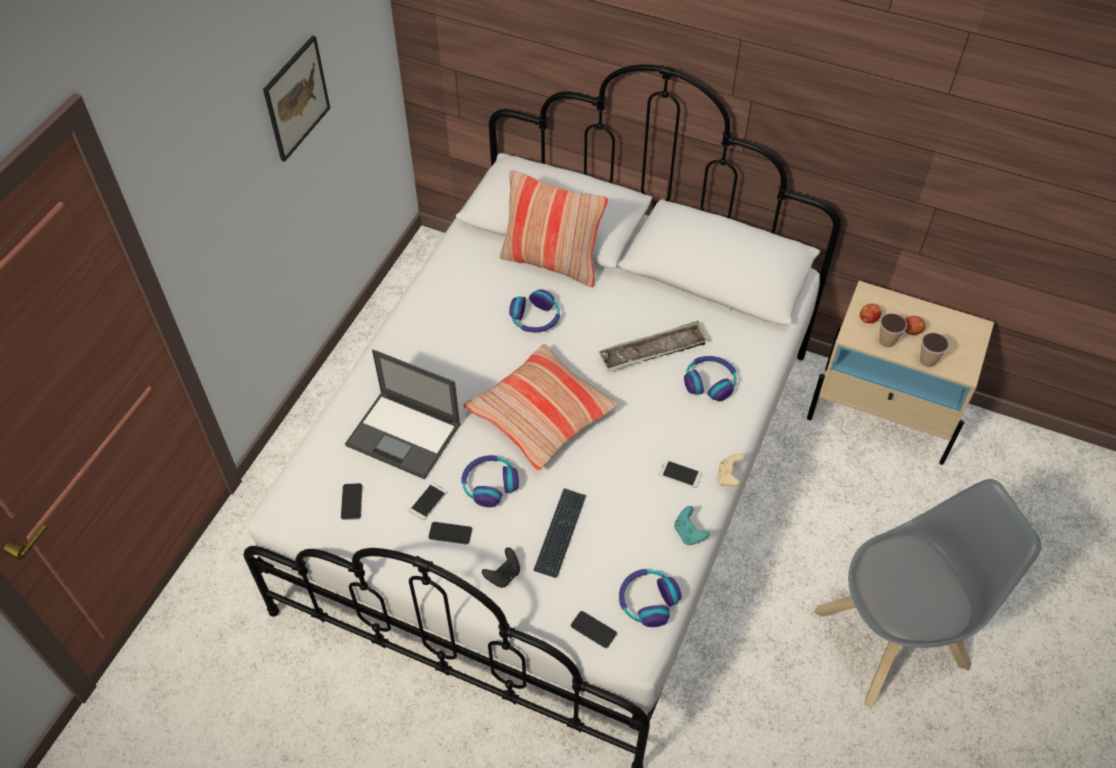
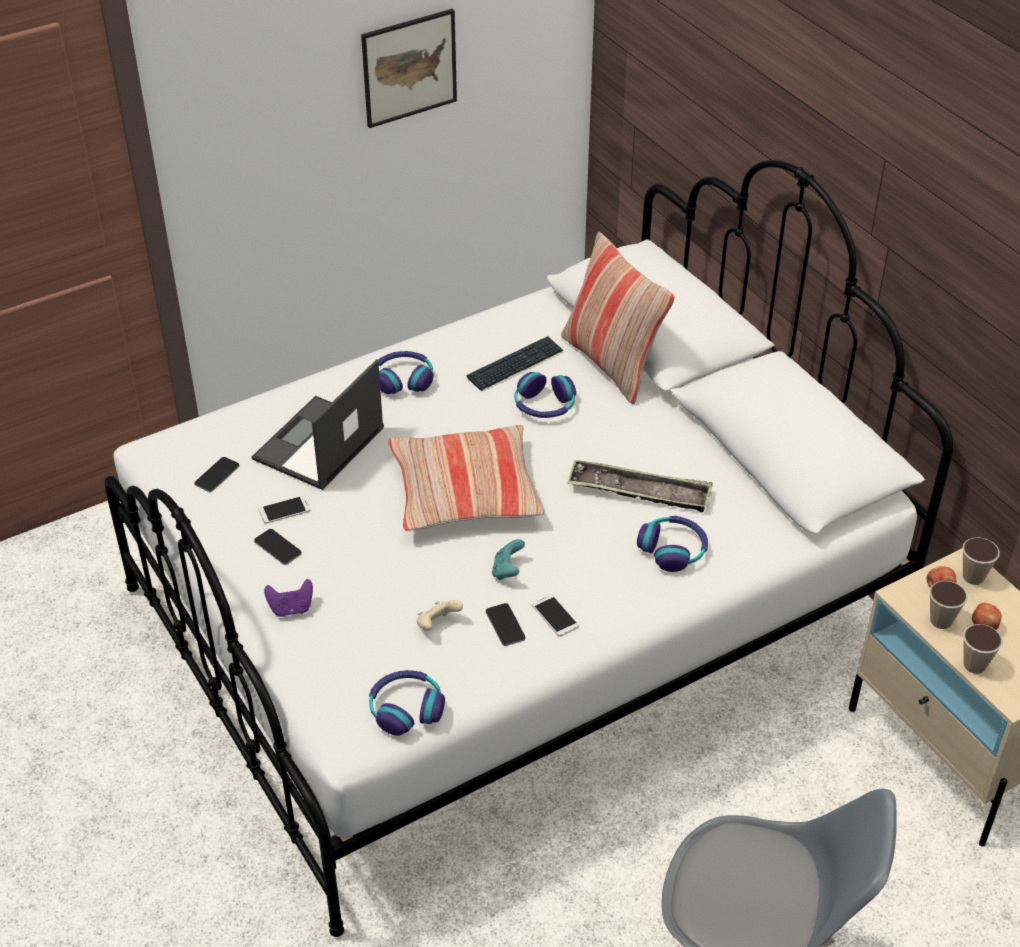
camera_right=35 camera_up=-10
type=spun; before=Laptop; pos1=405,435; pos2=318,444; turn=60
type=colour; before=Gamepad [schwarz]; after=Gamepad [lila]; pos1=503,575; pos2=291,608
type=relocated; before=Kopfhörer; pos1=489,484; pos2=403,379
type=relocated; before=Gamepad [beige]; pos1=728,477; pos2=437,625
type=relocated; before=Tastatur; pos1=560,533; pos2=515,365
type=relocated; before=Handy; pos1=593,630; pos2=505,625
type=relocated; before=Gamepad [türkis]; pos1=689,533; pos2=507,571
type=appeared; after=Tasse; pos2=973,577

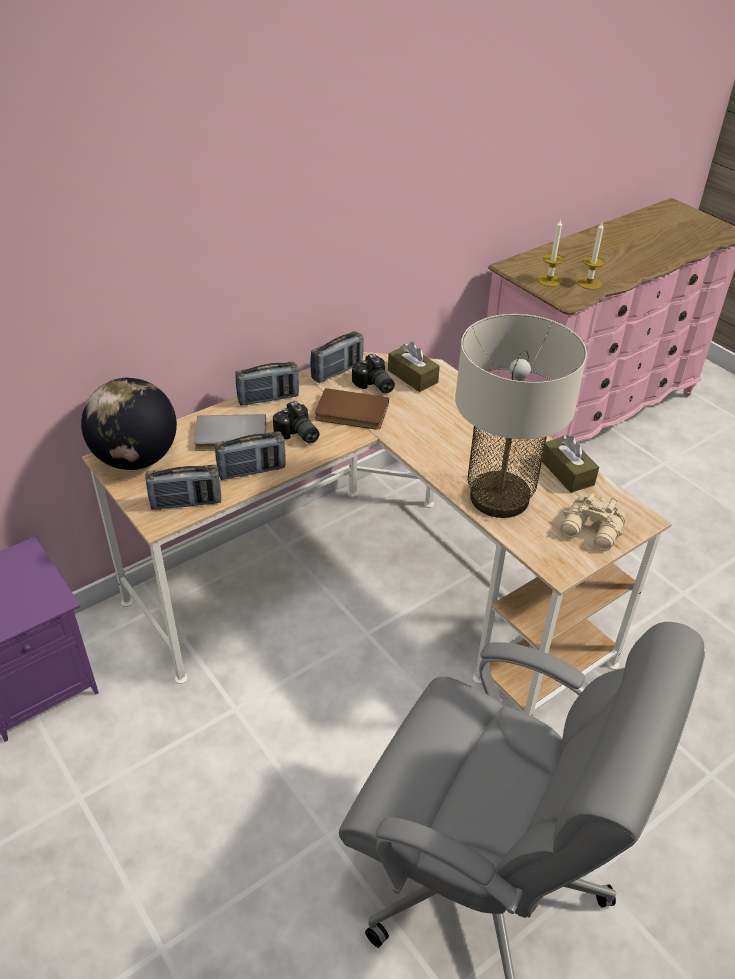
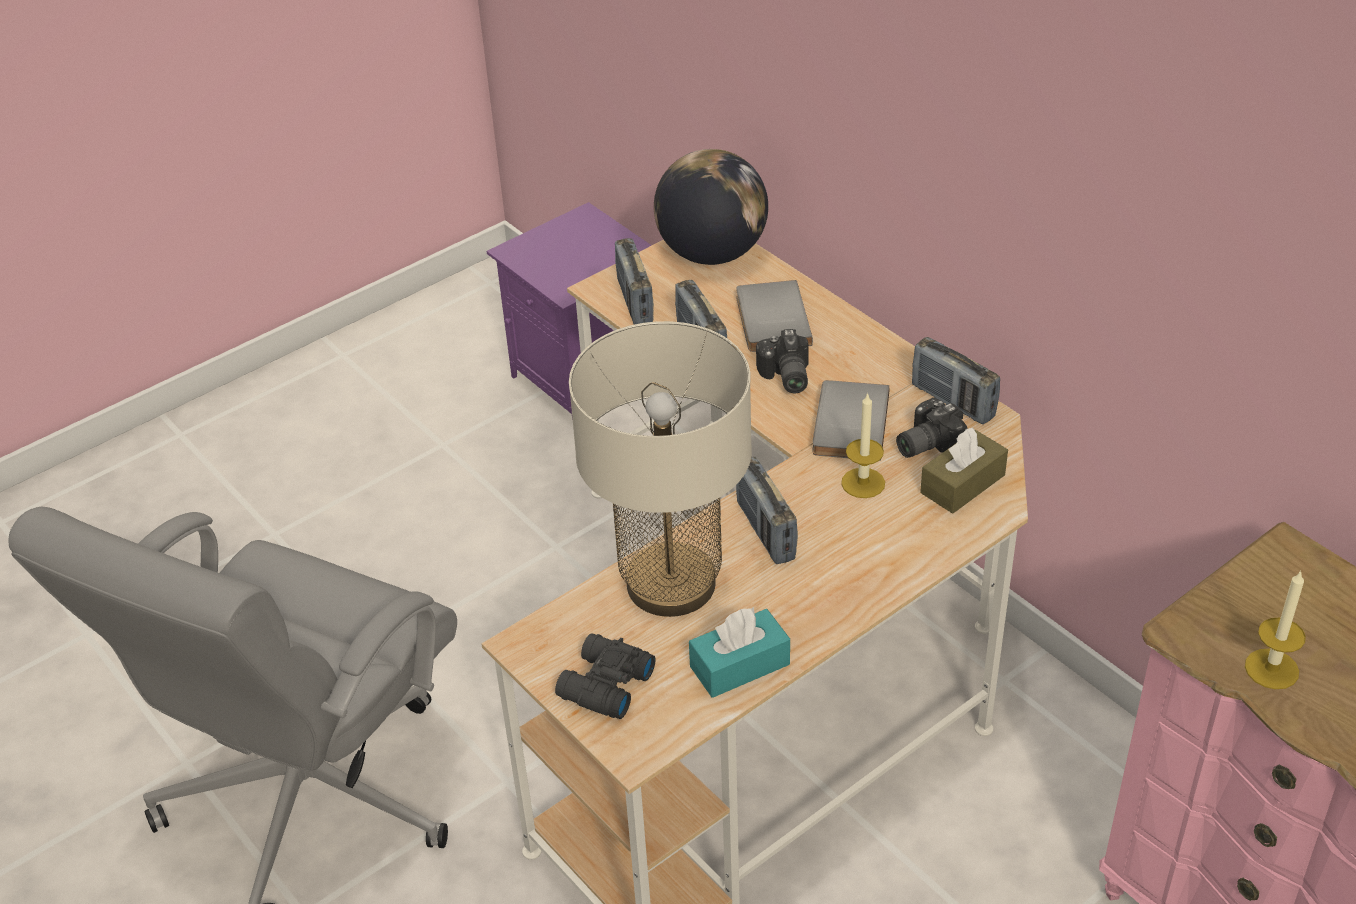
camera_right=90 camera_up=0
type=colour; before=Fernglas [beige]; after=Fernglas [schwarz]; pos1=592,531; pos2=603,686
type=colour; before=Taschentuchbox [braun]; after=Taschentuchbox [türkis]; pos1=567,472; pos2=739,665
type=relocated; before=Radio; pos1=268,398; pos2=765,531
type=spun; before=Kamera; pos1=297,435; pos2=784,377; turn=-60
type=colour; before=Buch [braun]; after=Buch [grau]; pos1=351,413; pos2=847,424
type=relocated; before=Kerze; pos1=549,280; pos2=863,483

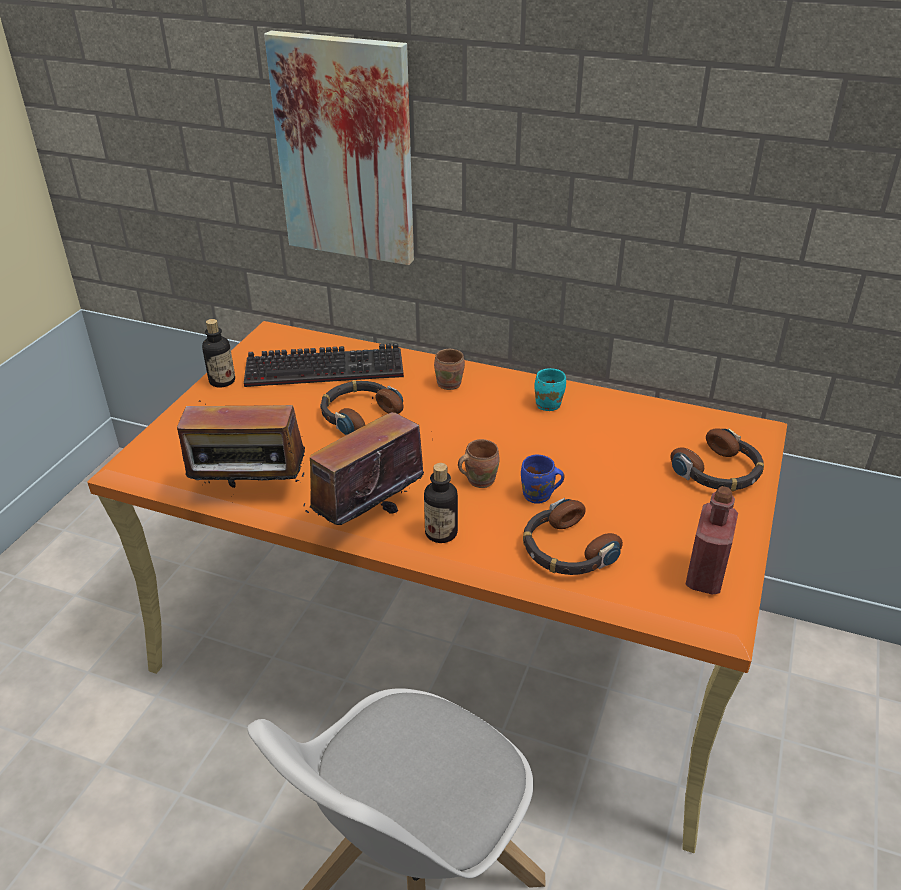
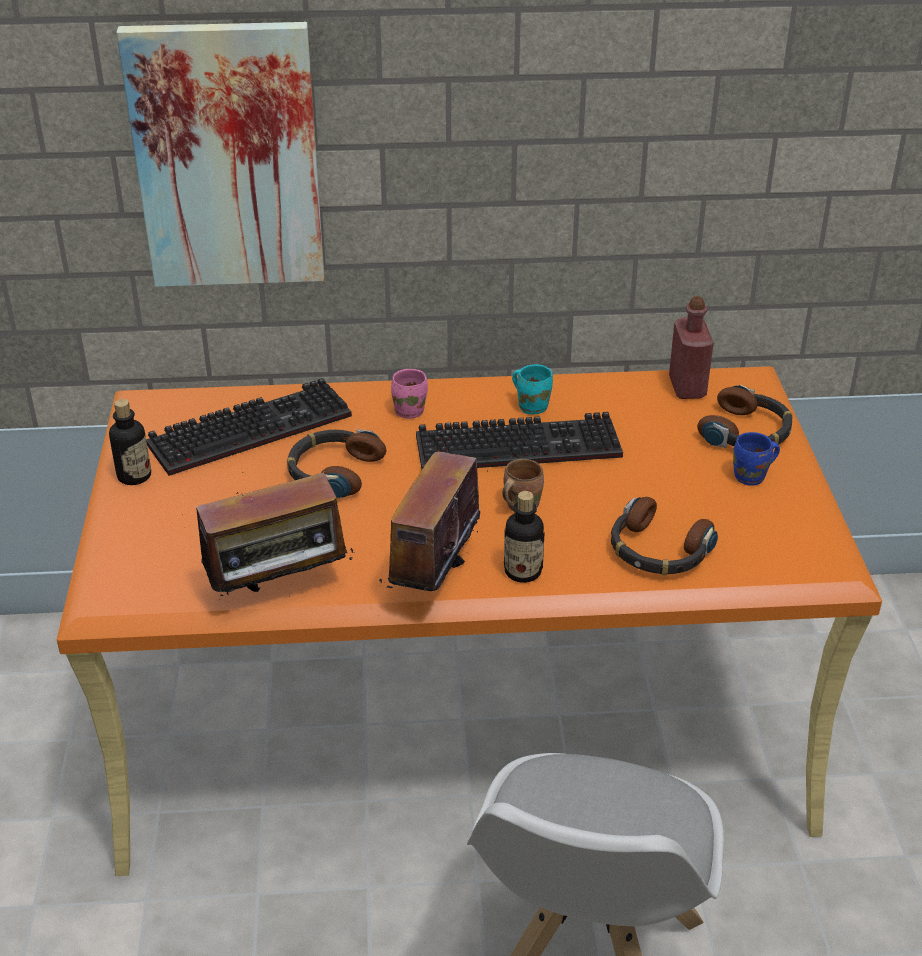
camera_right=-25 camera_up=0
type=colour; before=Henkelbecher [braun]; after=Henkelbecher [rosa]; pos1=450,383; pos2=410,410
type=appeared; after=Tastatur; pos2=521,445
type=relocated; before=Flasche [rot]; pos1=705,576; pos2=687,387
type=relocated; before=Henkelbecher [blau]; pos1=538,497; pos2=752,478

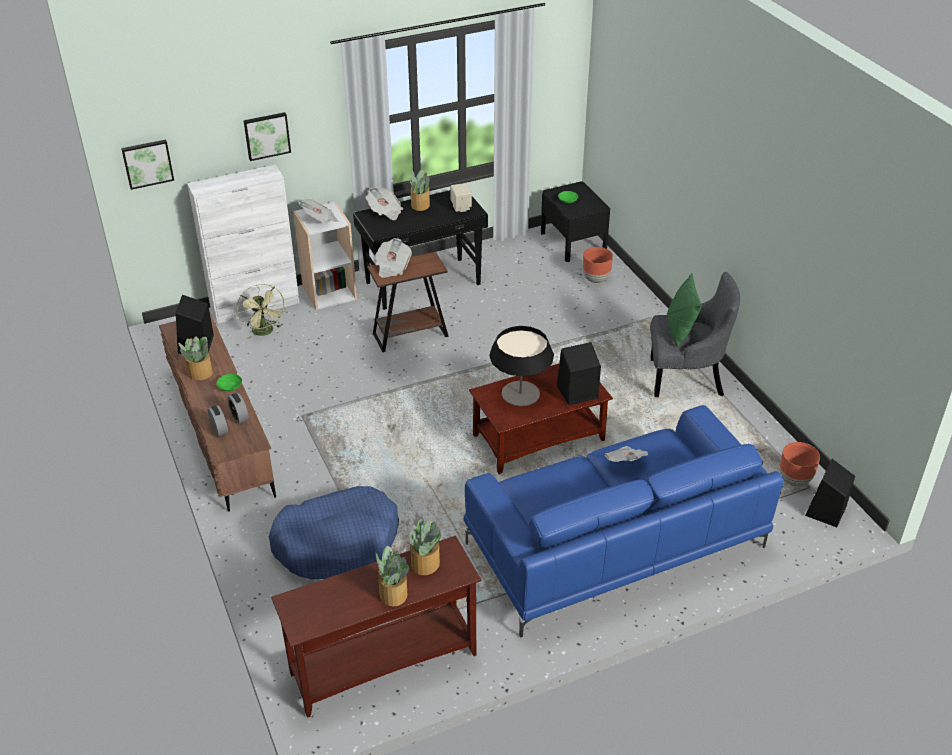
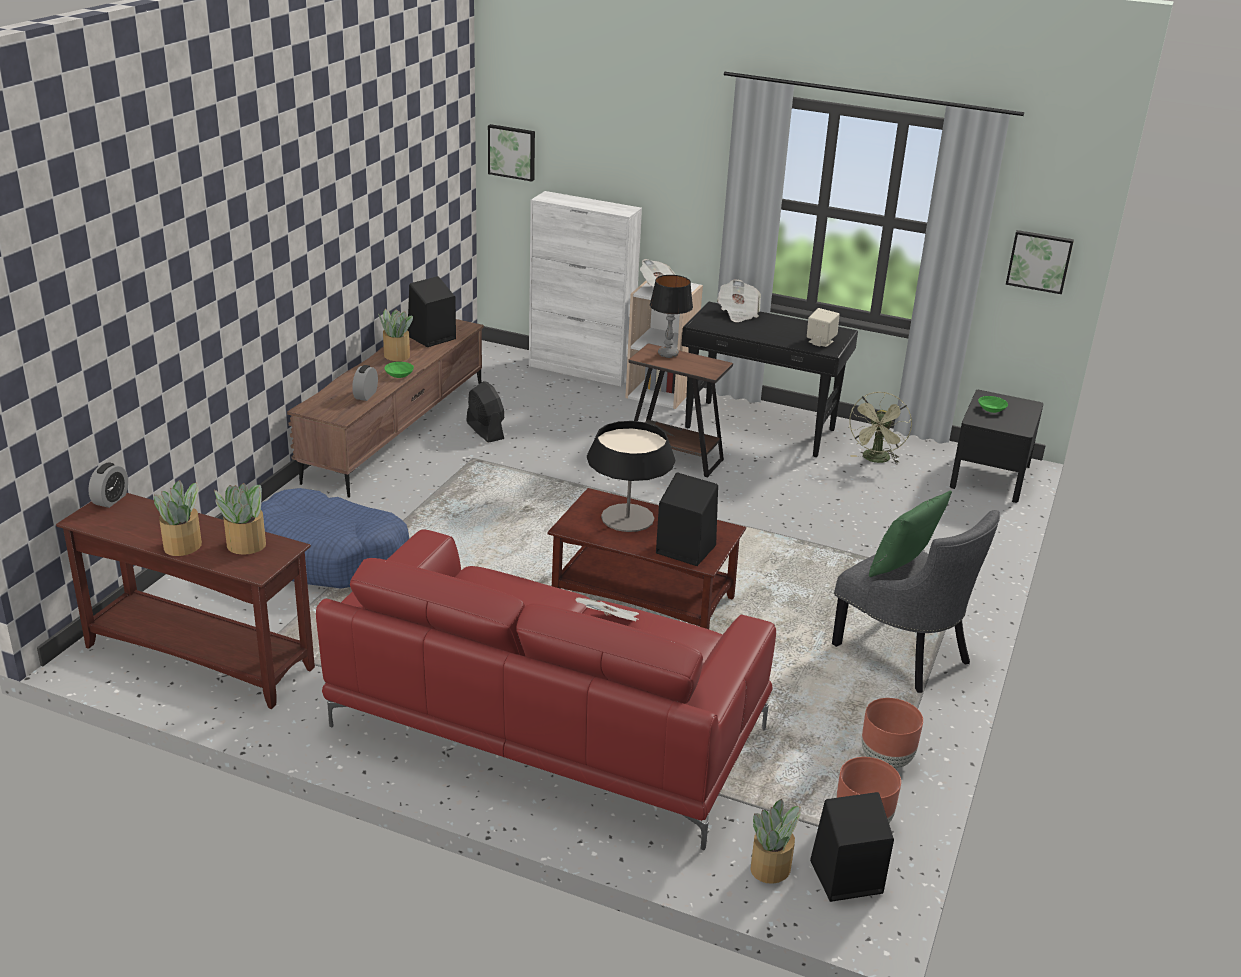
camera_right=45 camera_up=-10
type=relocated; before=Wecker; pos1=219,429; pos2=111,500
type=colour; before=Sofa [blau]; after=Sofa [rot]; pos1=614,545; pos2=549,726
type=appeared; after=Ventilator [schwarz]; pos2=485,430
type=exchanged; before=Zeitung; after=Tischlampe; pos1=392,267; pos2=667,354
type=relocated; before=Topfpflanze; pos1=420,205; pos2=771,868
type=relocated; before=Ventilator [grün]; pos1=265,332; pos2=876,460
type=relocated; before=Pflanzkübel [braun]; pos1=595,279; pos2=885,760
type=relocated; before=Bild; pos1=266,135; pos2=1039,261

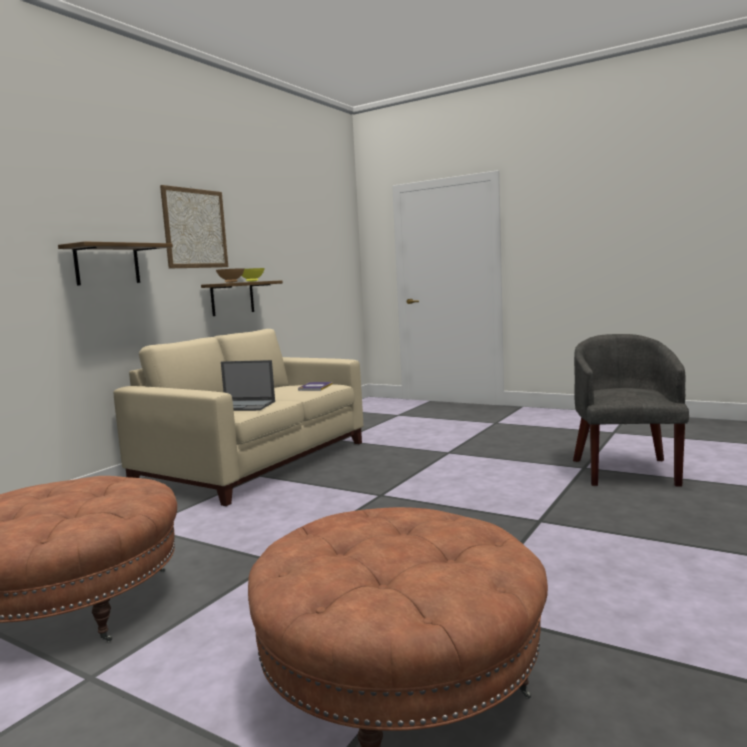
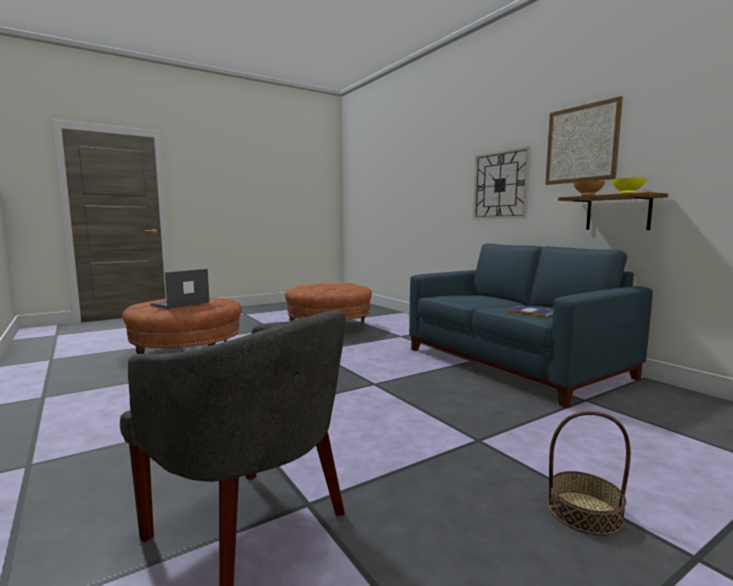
camera_right=115 camera_up=0
type=relocated; before=Laptop; pos1=242,406; pos2=180,303
type=colour; before=Sofa [beige]; after=Sofa [blau]; pos1=256,462; pos2=513,363
type=exchanged; before=Wandregal; after=Wanduhr; pos1=107,264; pos2=500,185
type=appeared; after=Korb; pos2=584,512

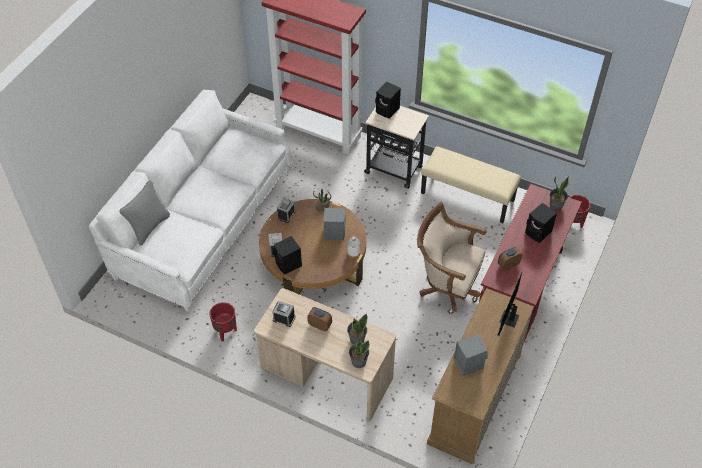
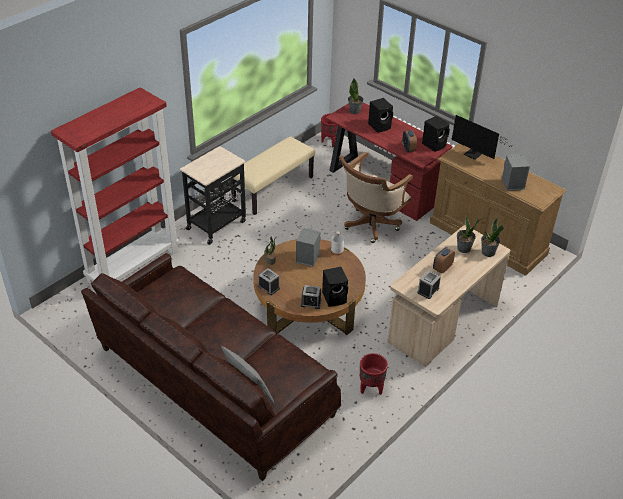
camera_right=-75 camera_up=-10
type=colour; before=Sofa [weiß]; after=Sofa [braun]; pos1=202,222; pos2=212,383
type=relocated; before=Lautsprecher [schwarz]; pos1=388,110; pos2=434,144

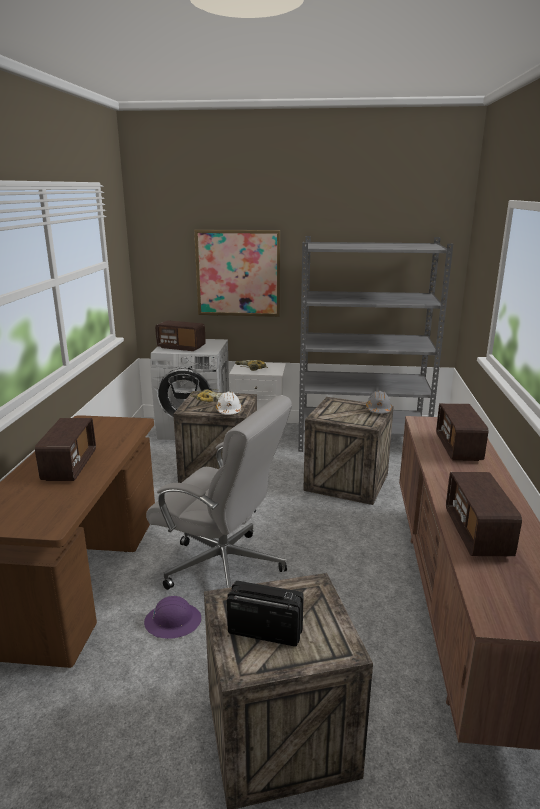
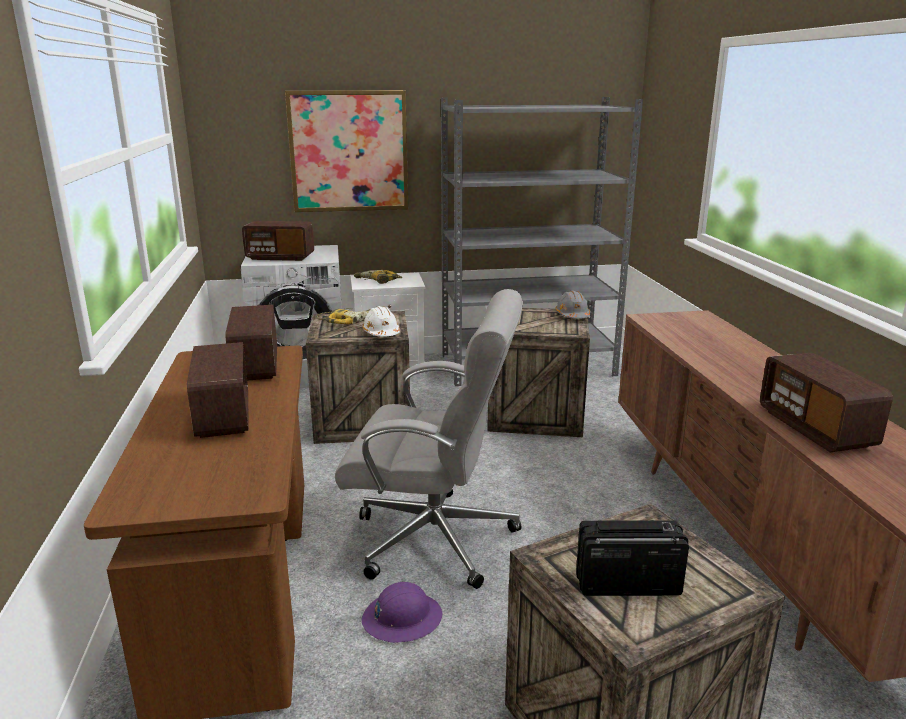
camera_right=-15 camera_up=0
type=relocated; before=Radio; pos1=458,448; pos2=256,365

